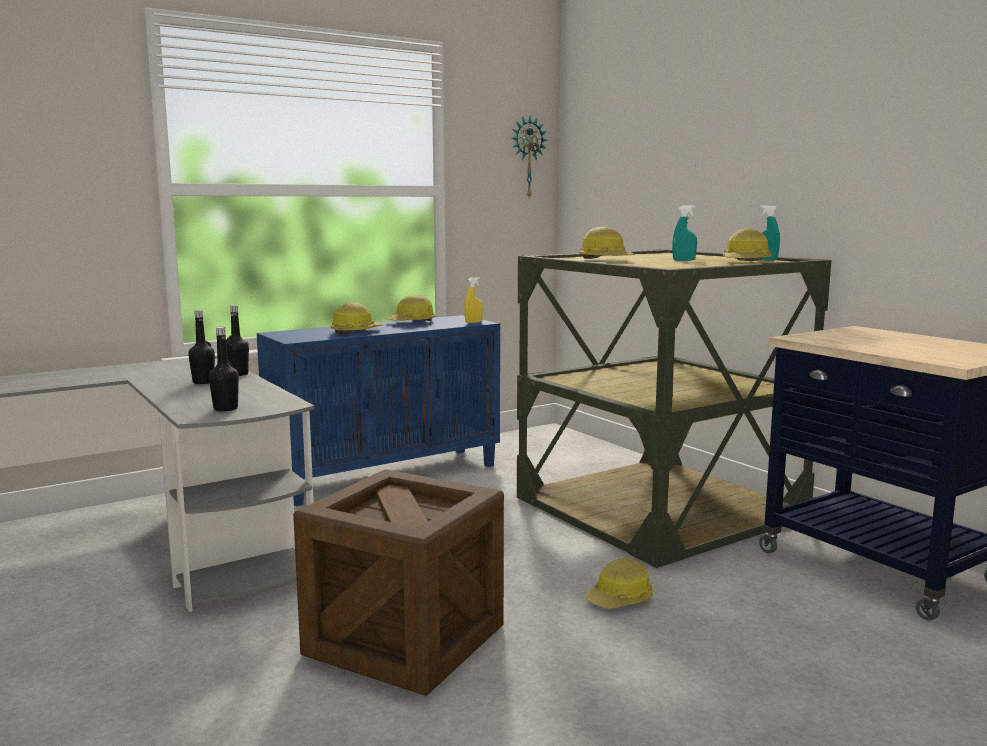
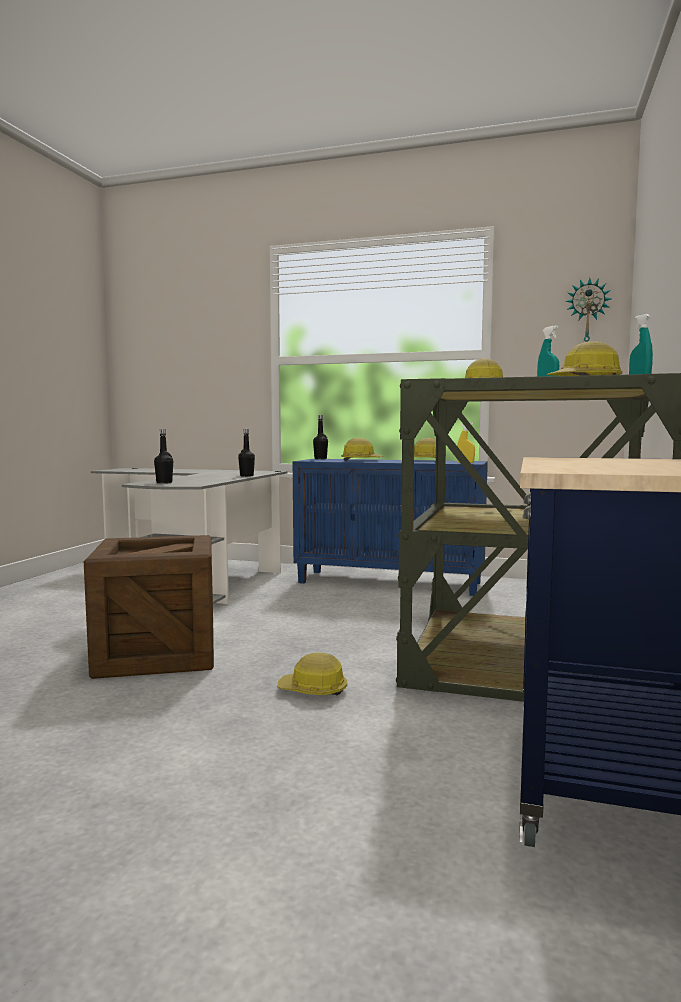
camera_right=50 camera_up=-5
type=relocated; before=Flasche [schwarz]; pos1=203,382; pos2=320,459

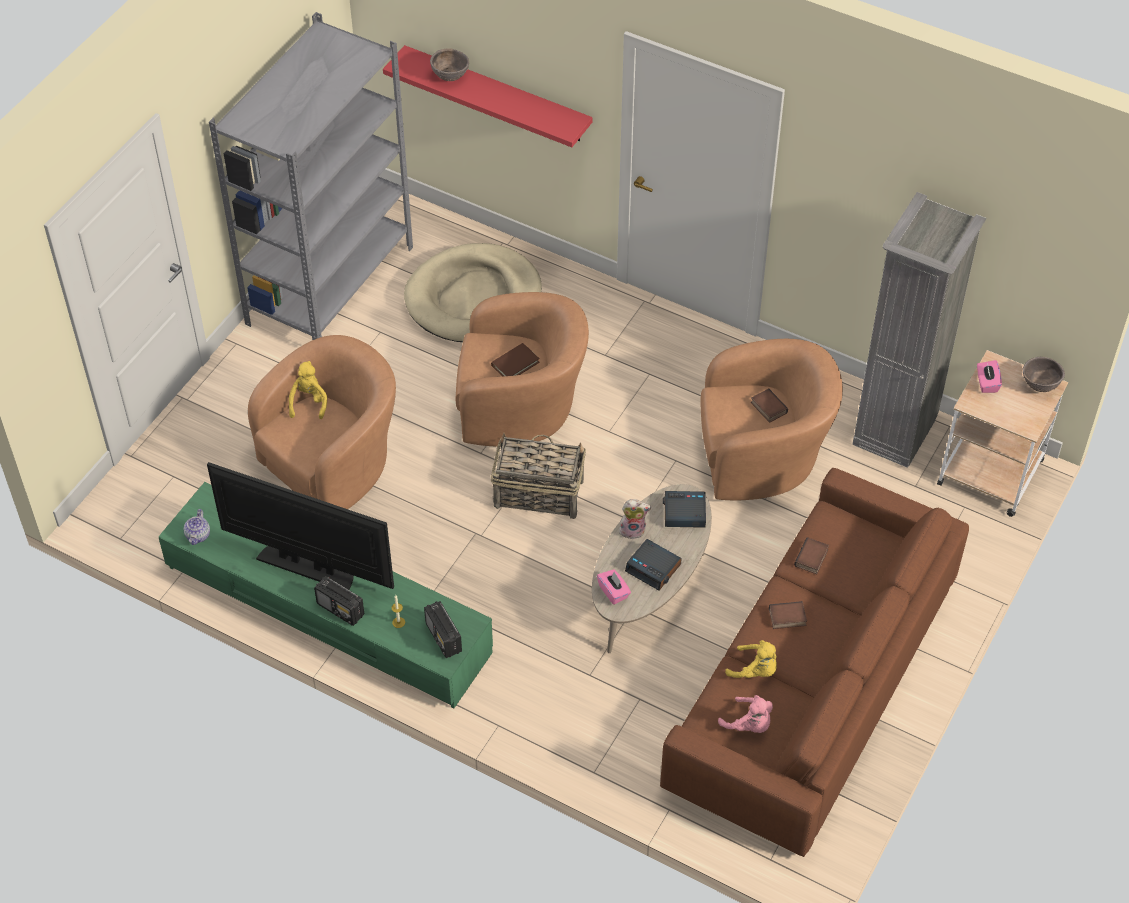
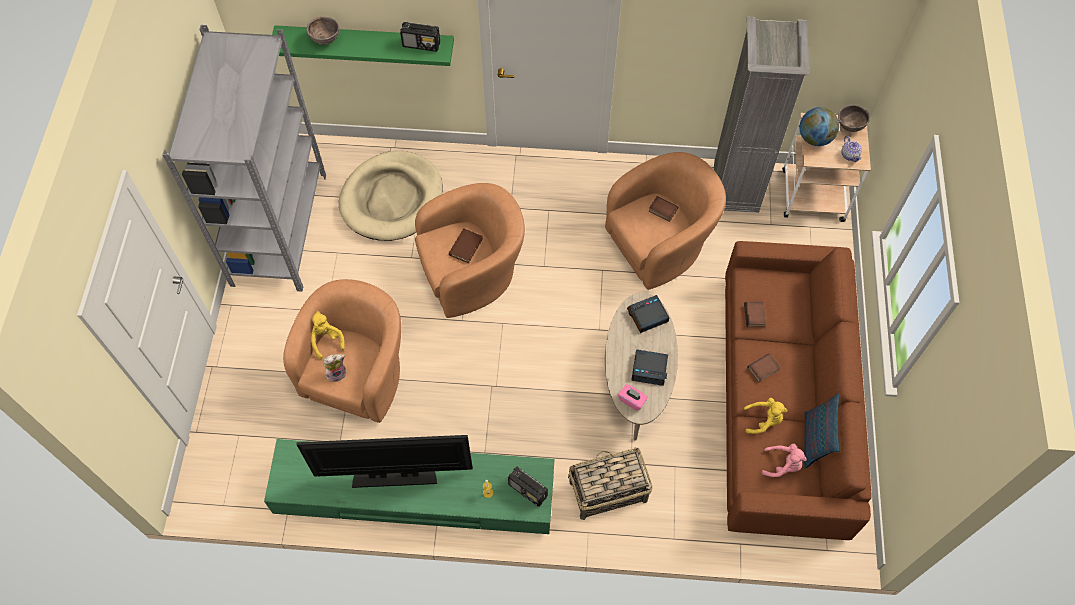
camera_right=-25 camera_up=10
type=colour; before=Wandregal [rot]; after=Wandregal [grün]; pos1=497,94; pos2=365,41
type=relocated; before=Plüschtier; pos1=633,530; pos2=337,373
type=relocated; before=Radio; pos1=341,609; pos2=422,44
type=relocated; before=Korb; pos1=537,493; pos2=607,491
type=exchanged; before=Taschentuchbox [rosa]; after=Globus; pos1=986,383; pos2=814,138
type=appeared; after=Kissen [blau]; pos2=813,441
type=relocated; before=Teekanne; pos1=198,535; pos2=850,155

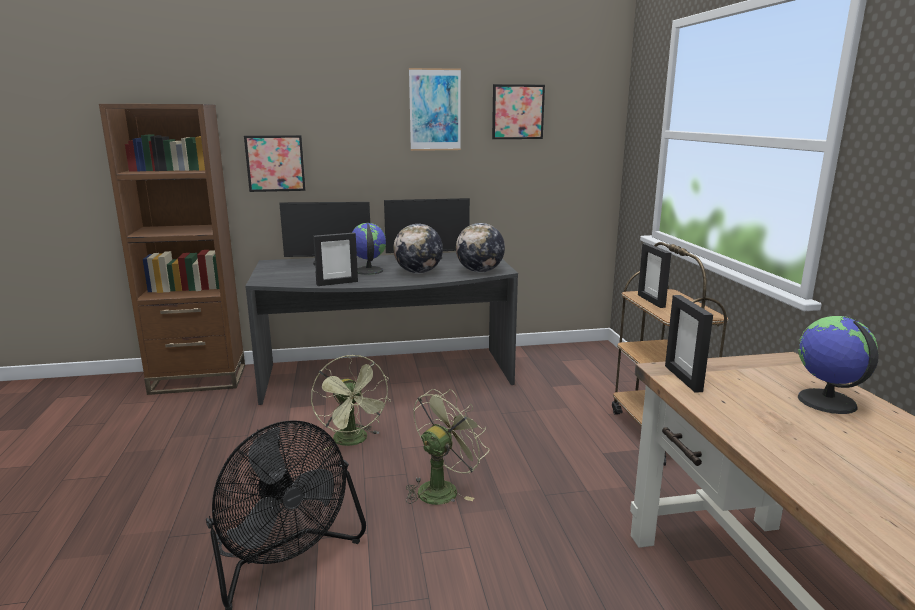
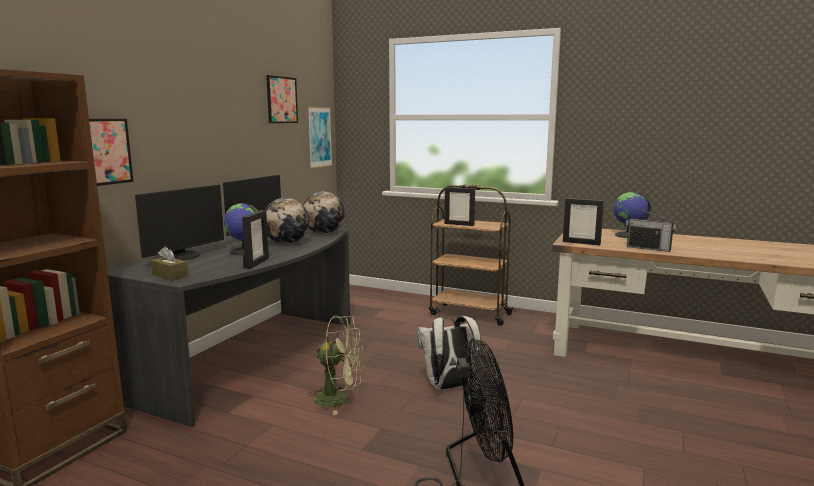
camera_right=-55 camera_up=-5
type=appeared; after=Taschentuchbox [braun]; pos2=170,275
type=relocated; before=Bild; pos1=435,110; pos2=319,137
type=exchanged; before=Ventilator [grün]; after=Rucksack [weiß]; pos1=442,488; pos2=449,387
type=appeared; after=Radio; pos2=648,248

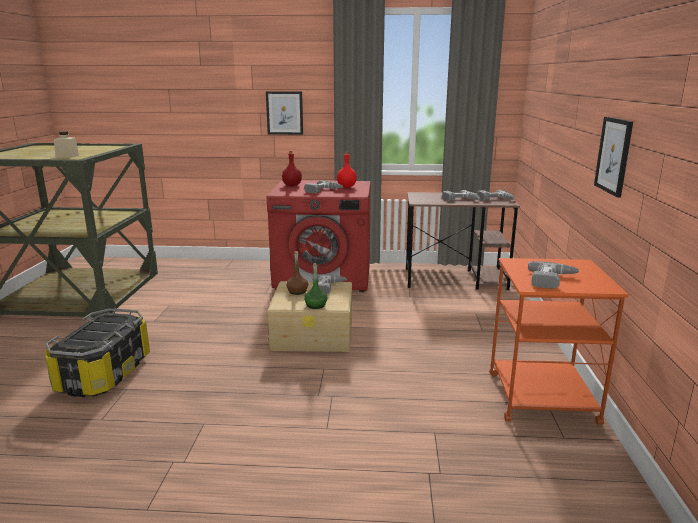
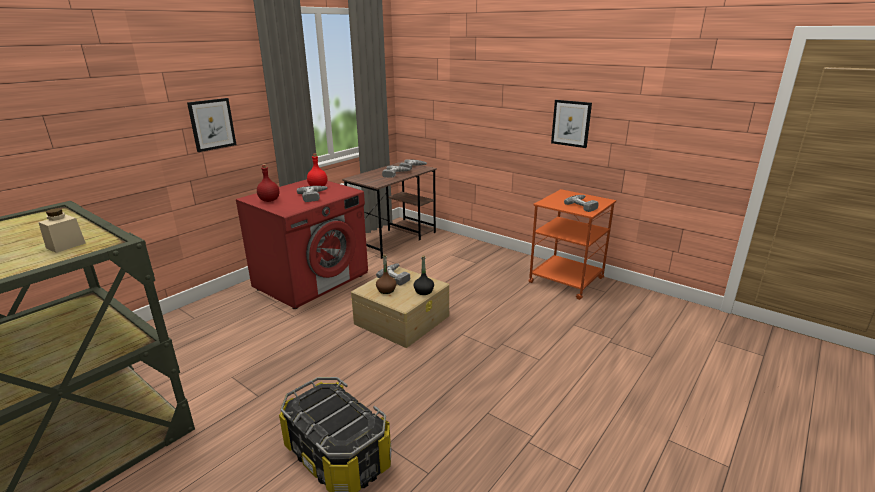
camera_right=-55 camera_up=5
type=colour; before=Flasche [grün]; after=Flasche [schwarz]; pos1=315,305; pos2=423,291

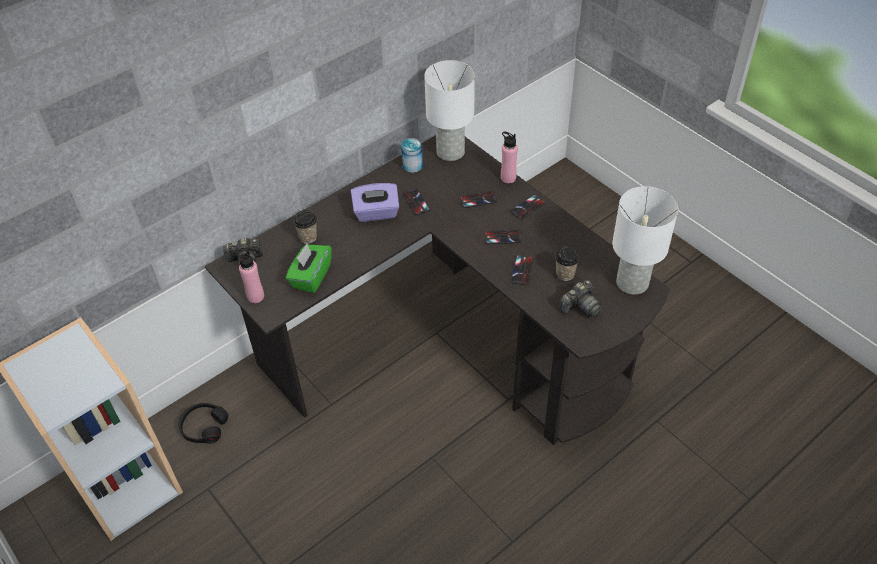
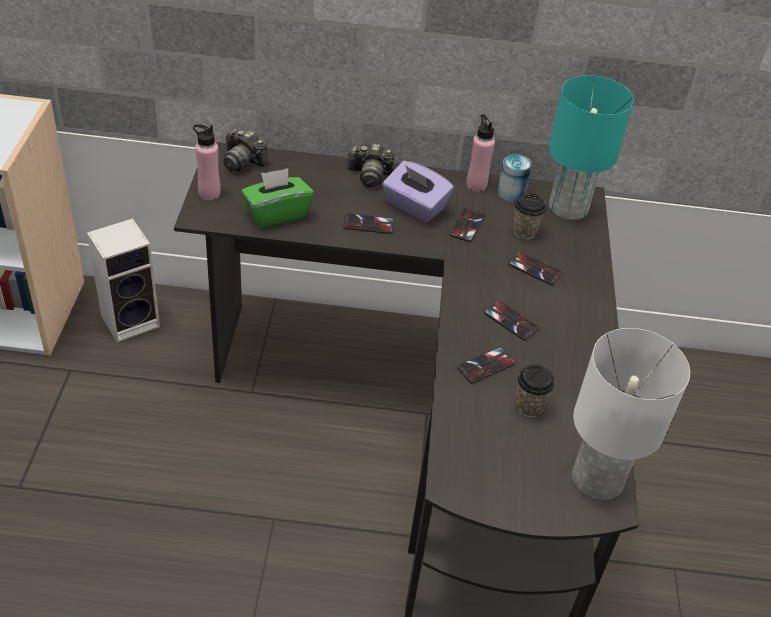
camera_right=40 camera_up=-5
type=exchanged; before=Kopfhörer [schwarz]; after=Lautsprecher; pos1=204,427; pos2=132,320
type=relocated; before=Handy; pos1=527,207; pos2=368,224
type=relocated; before=Kamera; pos1=580,307; pos2=369,175
type=relocated; before=Flasche [rosa]; pos1=508,178; pos2=476,185
type=relocated; before=Tasse; pos1=308,237; pos2=524,232
type=colour; before=Tischlampe [weiß]; after=Tischlampe [türkis]; pos1=450,151; pos2=569,207

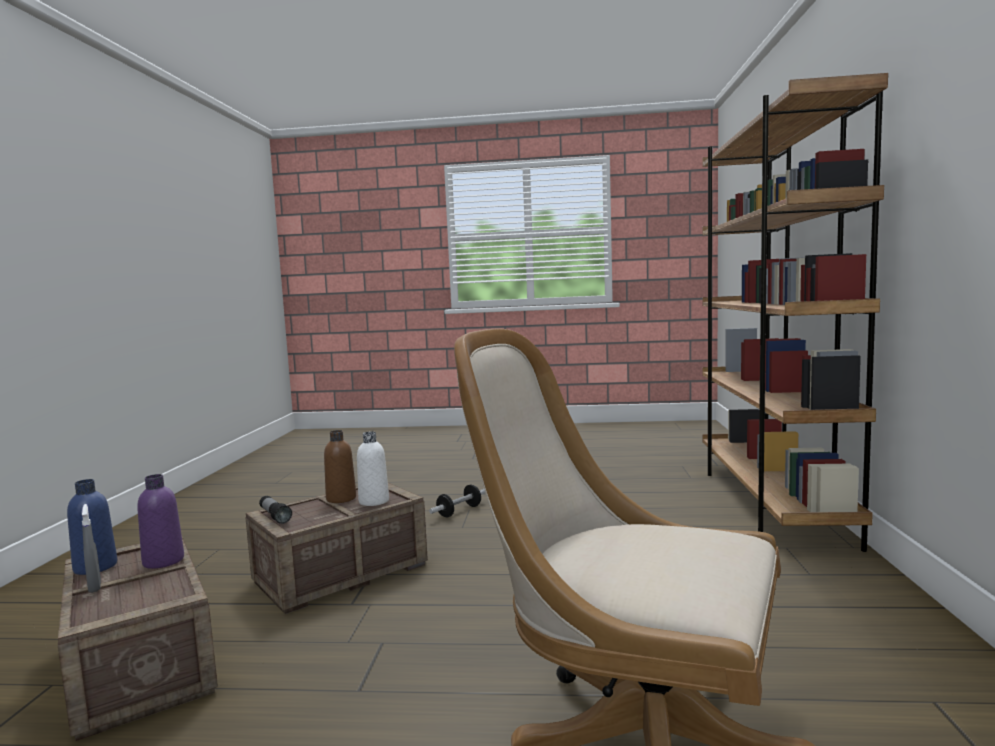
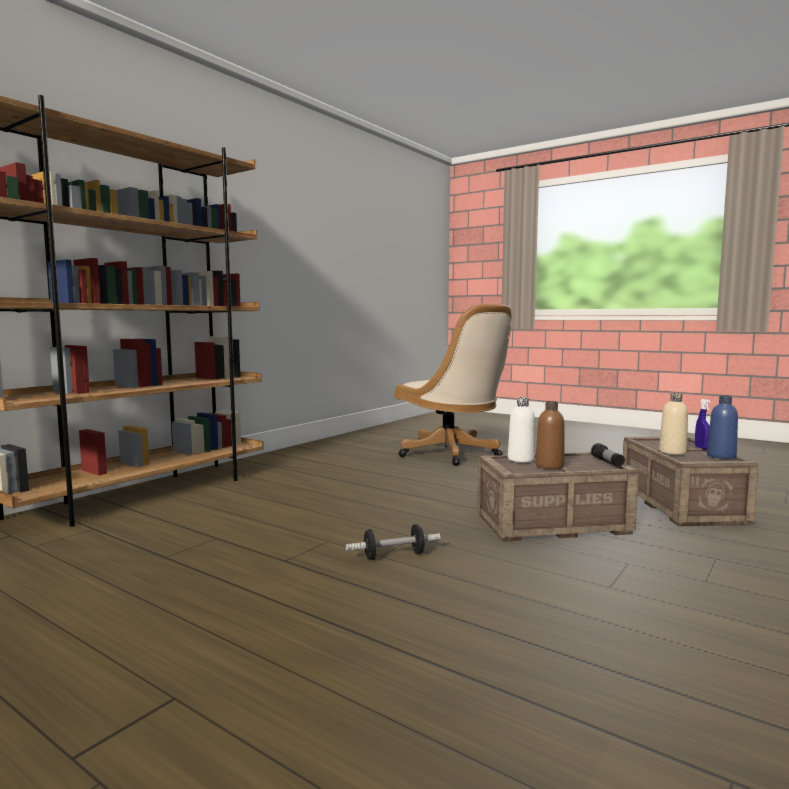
camera_right=-150 camera_up=0
type=colour; before=Flasche [lila]; after=Flasche [beige]; pos1=163,561; pos2=672,452
type=colour; before=Sprühflasche [grau]; after=Sprühflasche [blau]; pos1=94,587; pos2=701,448

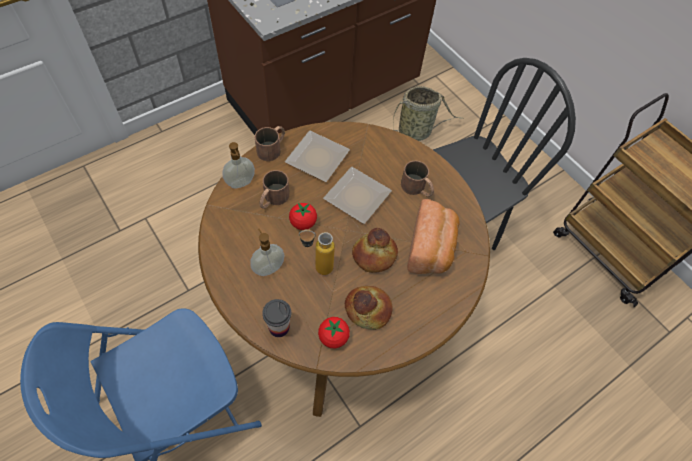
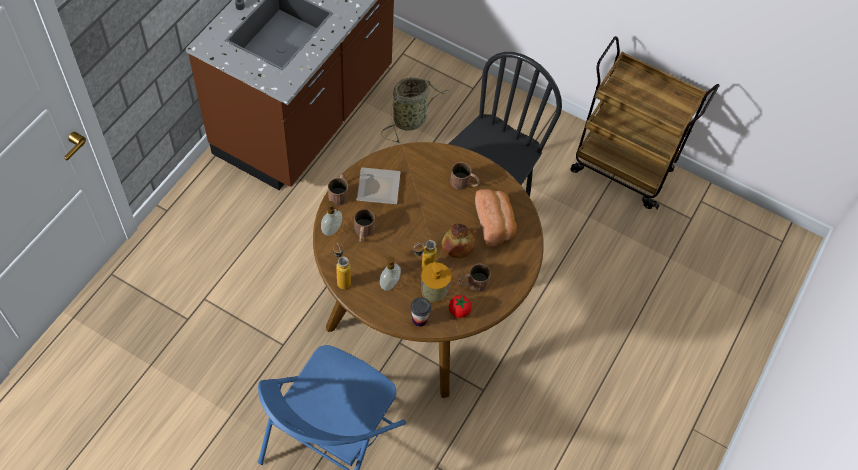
camera_right=-25 camera_up=0
type=appeared; after=Flasche; pos2=342,279
type=appeared; after=Seifenspender; pos2=434,291
type=exchanged; before=Brot; after=Henkelbecher [braun]; pos1=368,309; pos2=473,283
type=missing; before=Tomate; pos1=303,223
type=missing; before=Teller; pos1=357,199

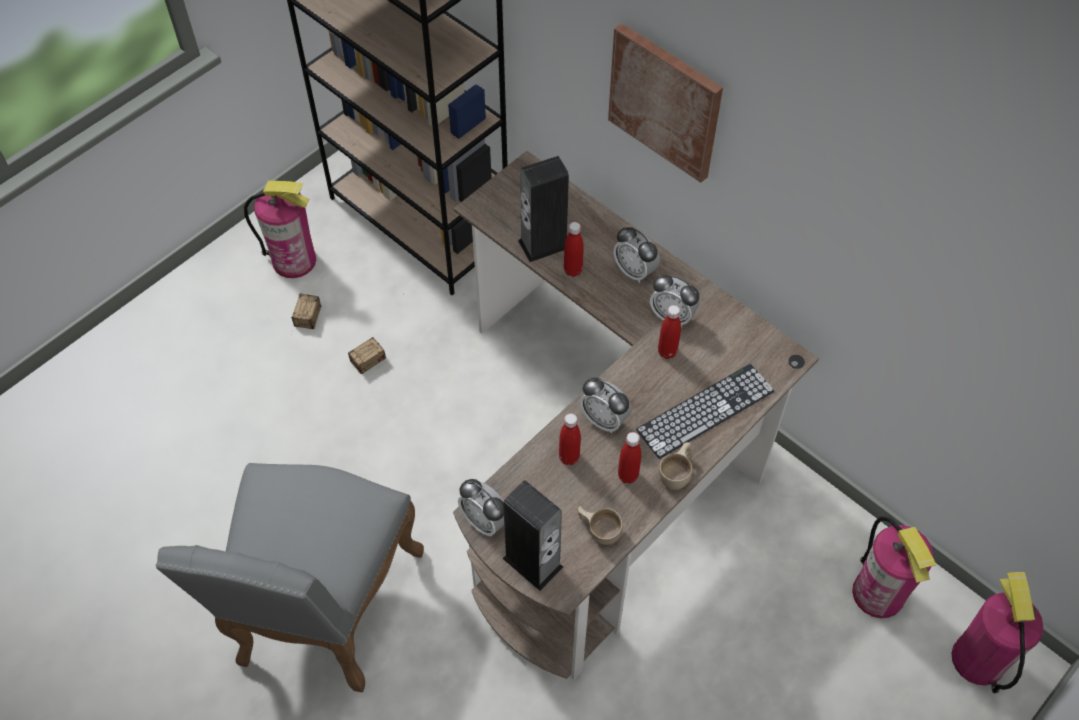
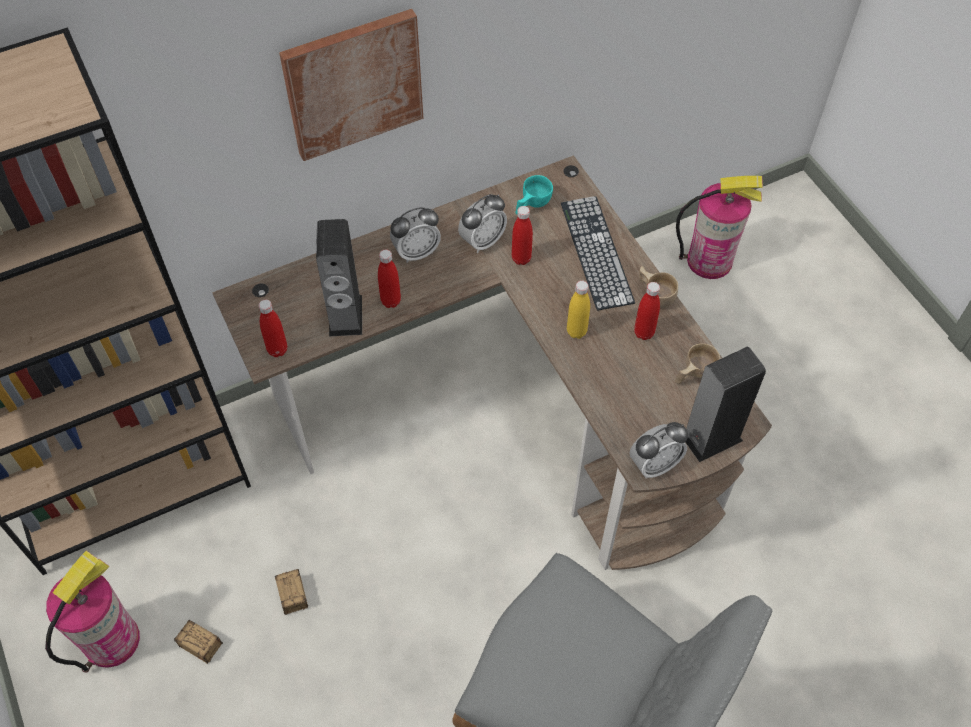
camera_right=-70 camera_up=0
type=relocated; before=Flasche [rot]; pos1=569,457; pos2=277,350
type=appeared; after=Tasse [türkis]; pos2=531,205
type=exchanged; before=Wecker; after=Flasche [gelb]; pos1=604,419; pos2=576,331
type=missing; before=Feuerlöscher; pos1=978,659

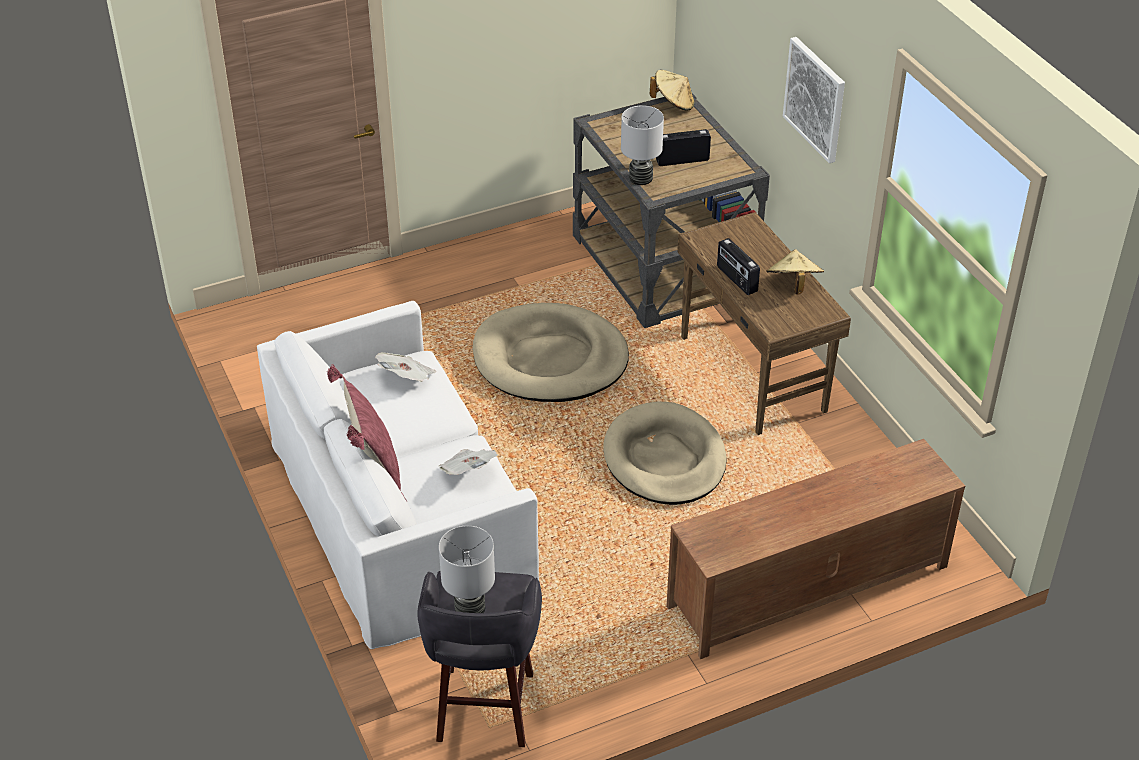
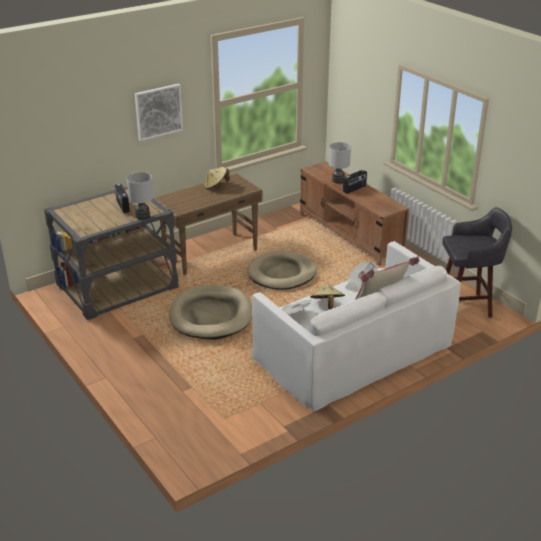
camera_right=-100 camera_up=-10
type=relocated; before=Hut [beige]; pos1=673,103; pos2=327,305
type=relocated; before=Tischlampe [grau]; pos1=470,608; pos2=338,180
type=relocated; before=Radio; pos1=736,279; pos2=354,189

